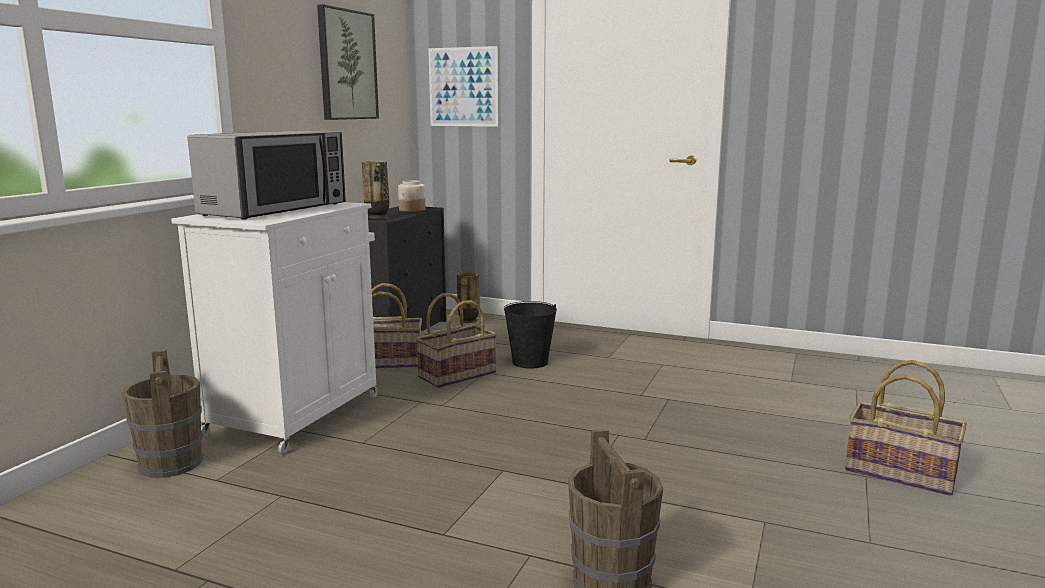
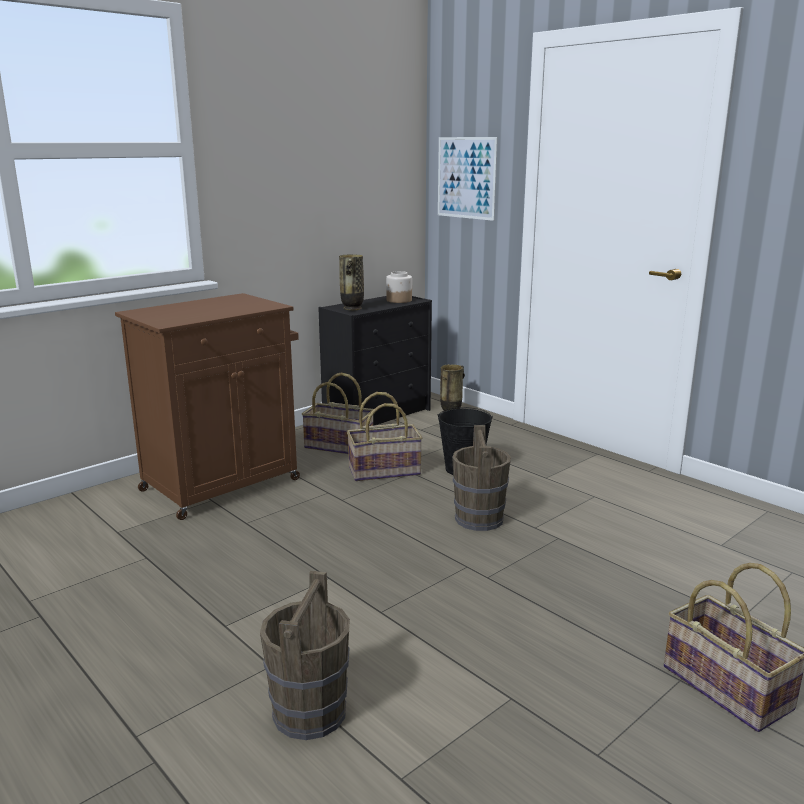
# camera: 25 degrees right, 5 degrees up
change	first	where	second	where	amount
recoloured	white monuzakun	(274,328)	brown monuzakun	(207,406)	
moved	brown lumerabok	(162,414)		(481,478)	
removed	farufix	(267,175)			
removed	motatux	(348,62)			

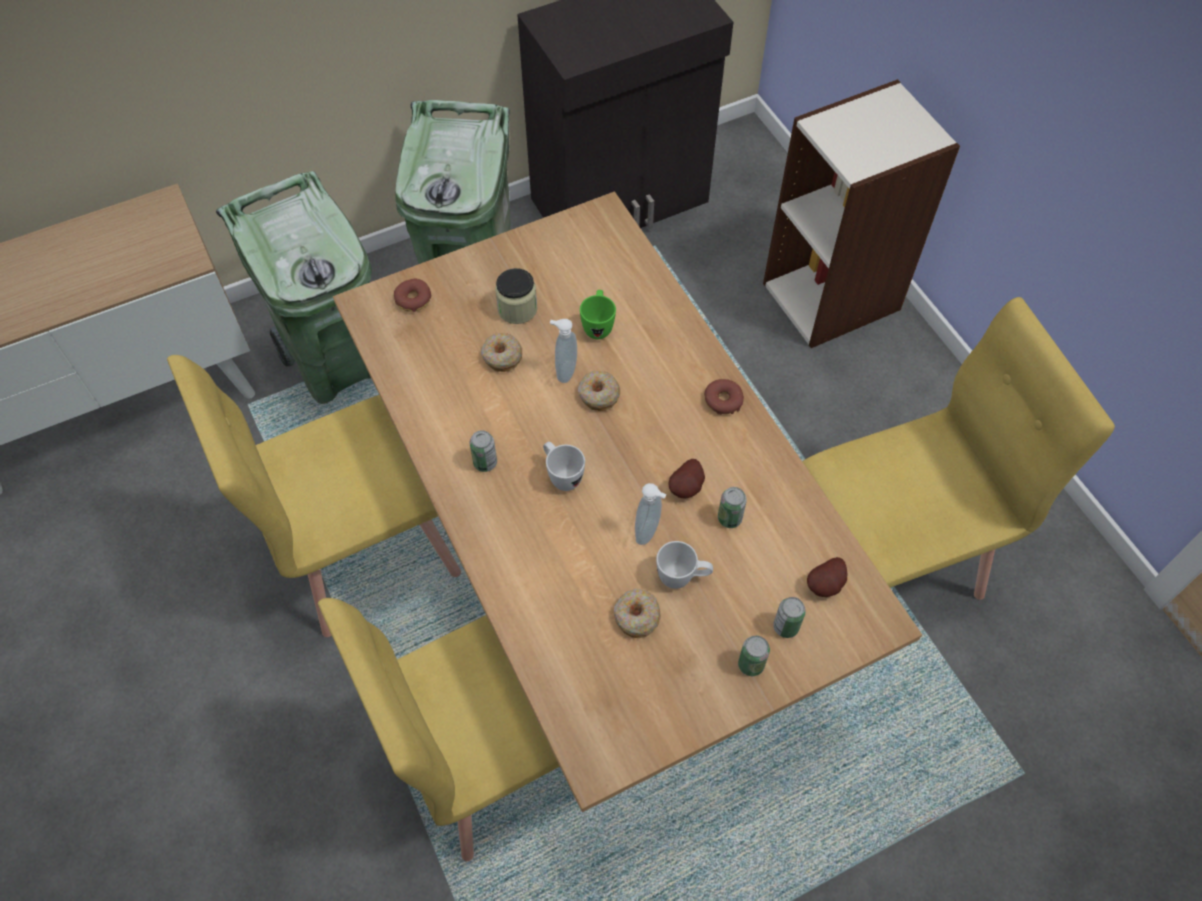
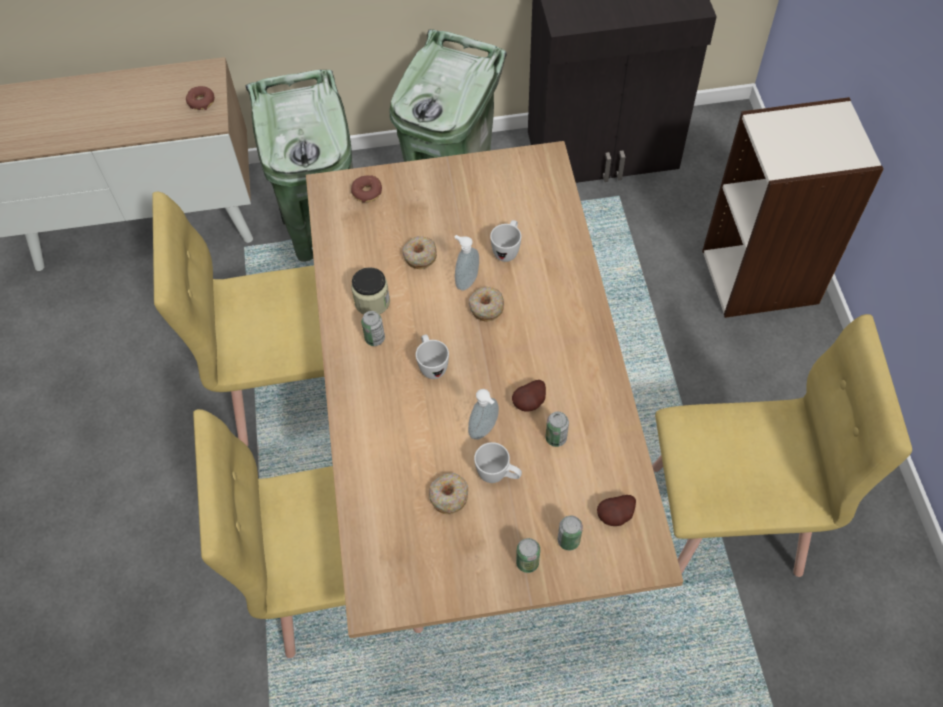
# camera: 20 degrees right, 0 degrees up
change	first	where	second	where	amount
moved	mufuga	(724,397)		(200,98)	
moved	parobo	(516,296)		(370,290)	
recoloured	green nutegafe	(598,314)	white nutegafe	(505,241)	

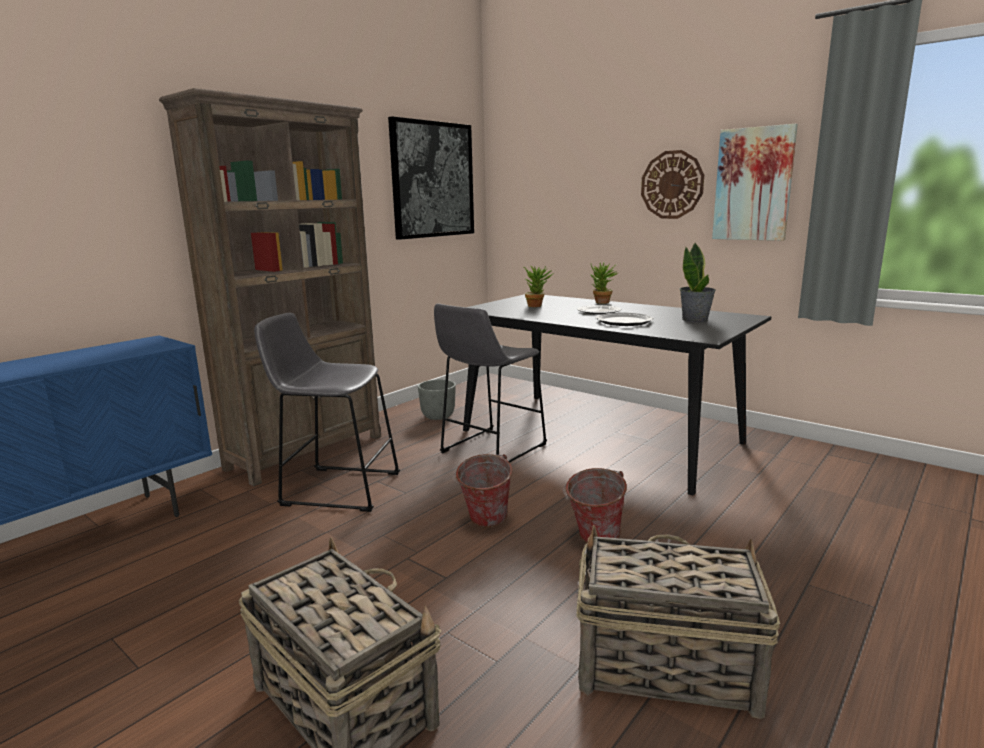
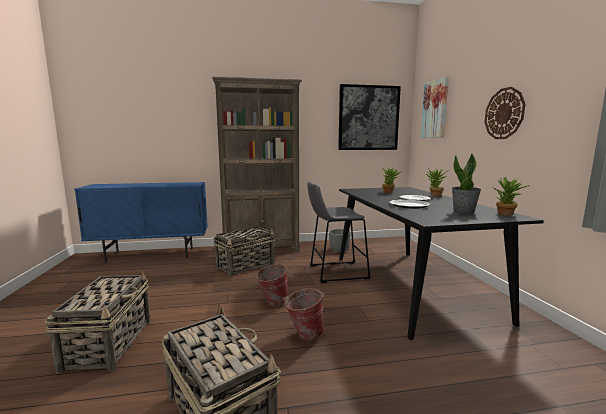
# camera: 40 degrees right, 5 degrees down
change	first	where	second	where	amount
replaced	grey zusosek	(327,412)	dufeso	(244,251)	
moved	motatux	(755,182)		(435,107)	
added			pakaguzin	(511,196)	

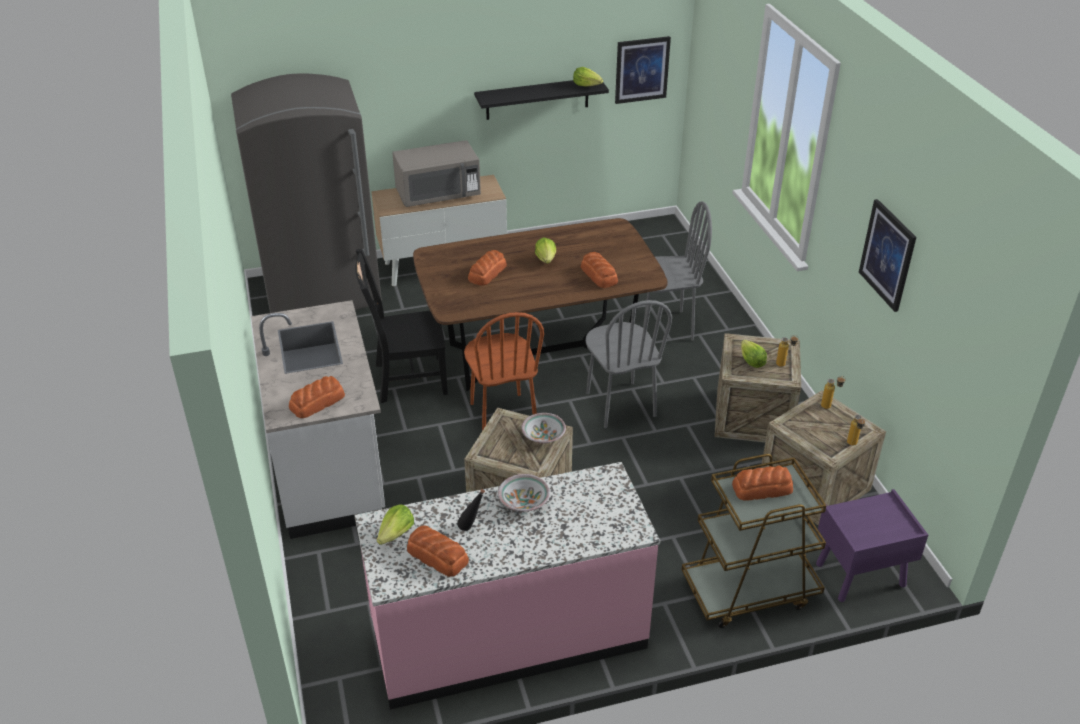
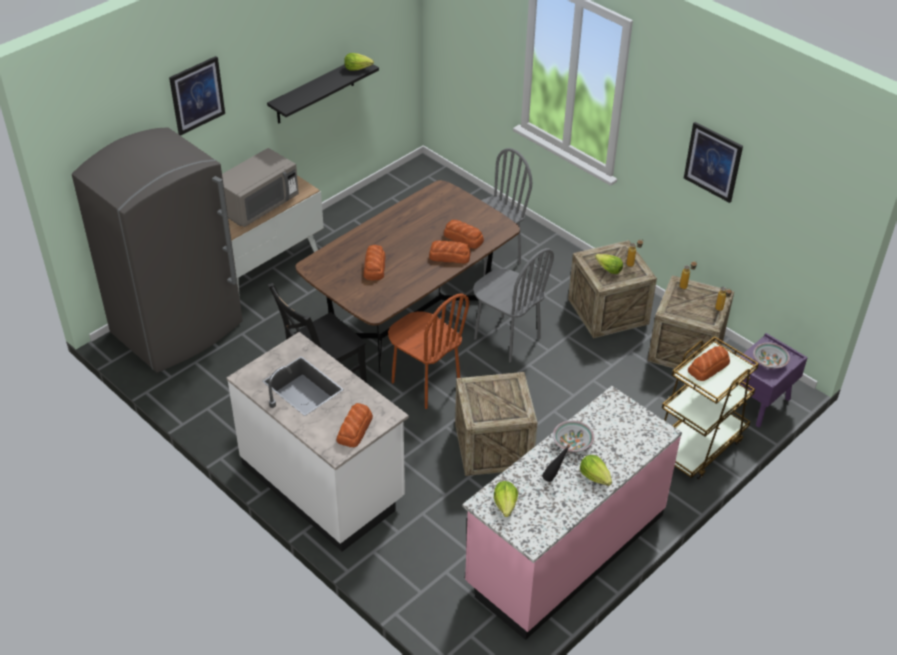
# camera: 30 degrees left, 5 degrees up
change	first	where	second	where	amount
moved	motatux	(643,70)		(197,96)	
moved	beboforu	(438,551)		(450,251)	
moved	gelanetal	(545,250)		(596,470)	
moved	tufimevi	(543,428)		(771,355)	

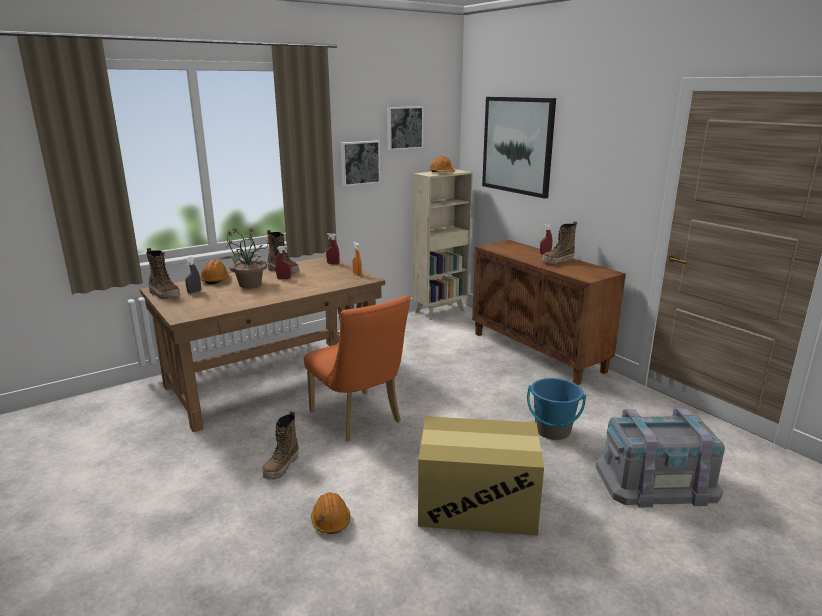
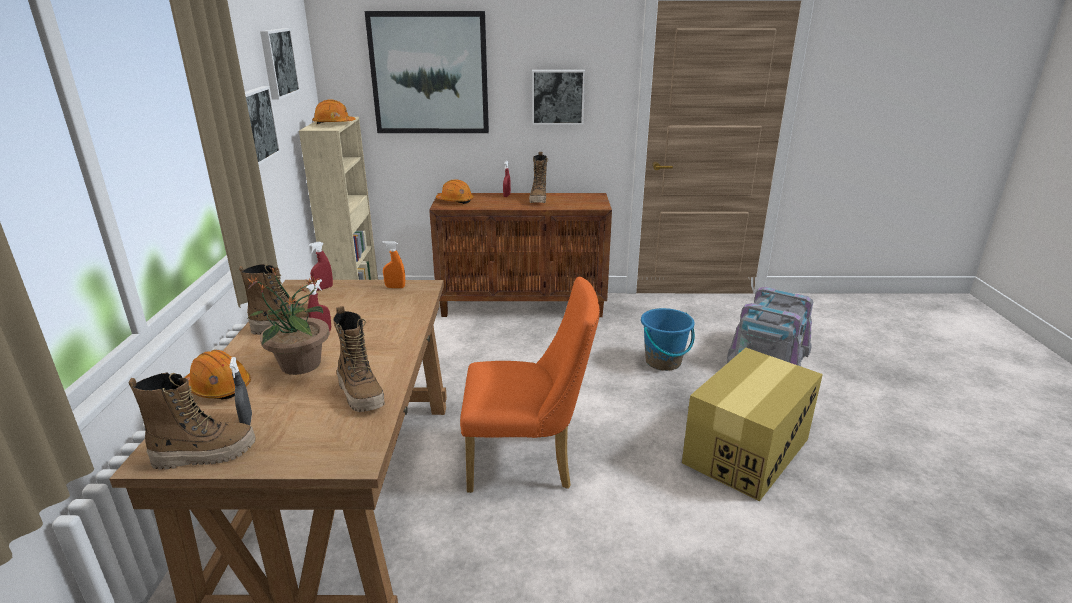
# camera: 55 degrees left, 5 degrees up
change	first	where	second	where	amount
moved	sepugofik	(280,445)		(359,359)	
moved	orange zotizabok	(330,513)		(455,192)	
added			motatux	(558,97)	

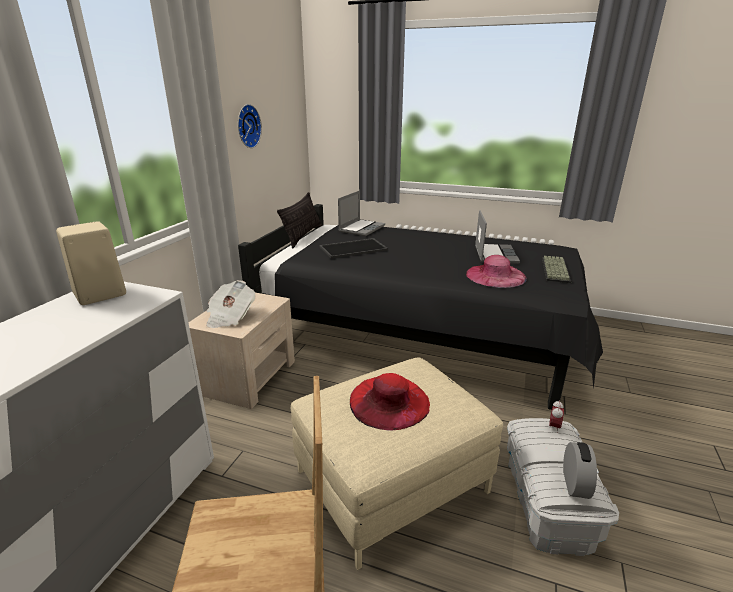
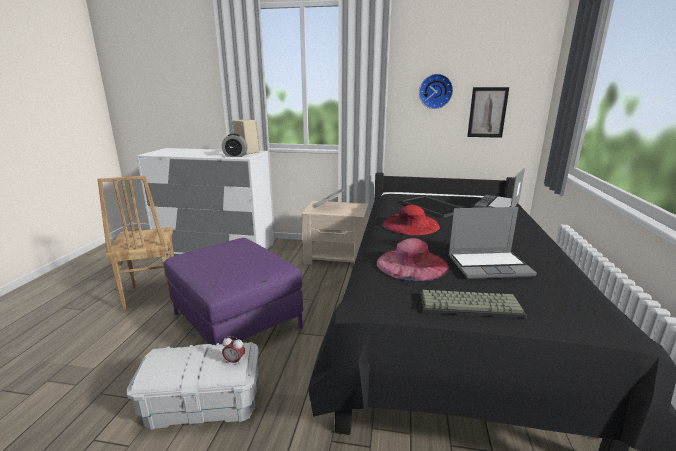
# camera: 80 degrees right, 5 degrees down
change	first	where	second	where	amount
recoloured	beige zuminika	(397,464)	purple zuminika	(233,291)	
moved	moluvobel	(580,470)		(234,145)	
moved	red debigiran	(390,402)		(411,220)	
added			motatux	(488,112)	
turned	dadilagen	(361,213)		(500,188)	105 degrees clockwise
removed	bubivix	(299,220)			

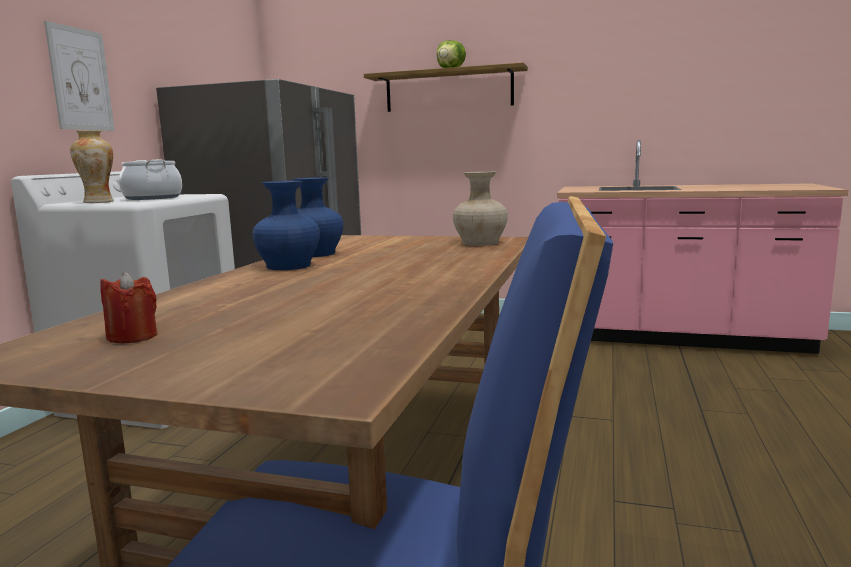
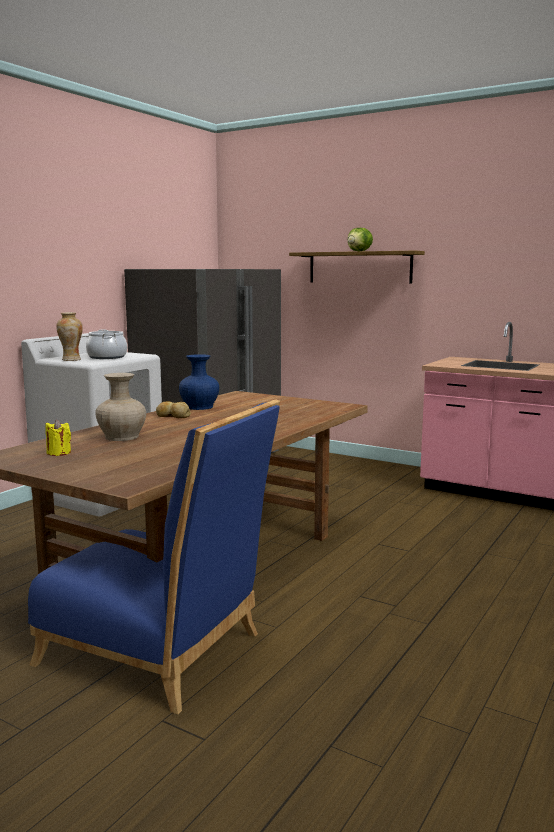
# camera: 15 degrees right, 0 degrees up
change	first	where	second	where	amount
recoloured	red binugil	(128,307)	yellow binugil	(58,438)	
moved	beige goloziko	(480,208)		(120,407)	
replaced	blue goloziko	(286,225)	beboforu	(173,409)	
removed	motatux	(79,76)			

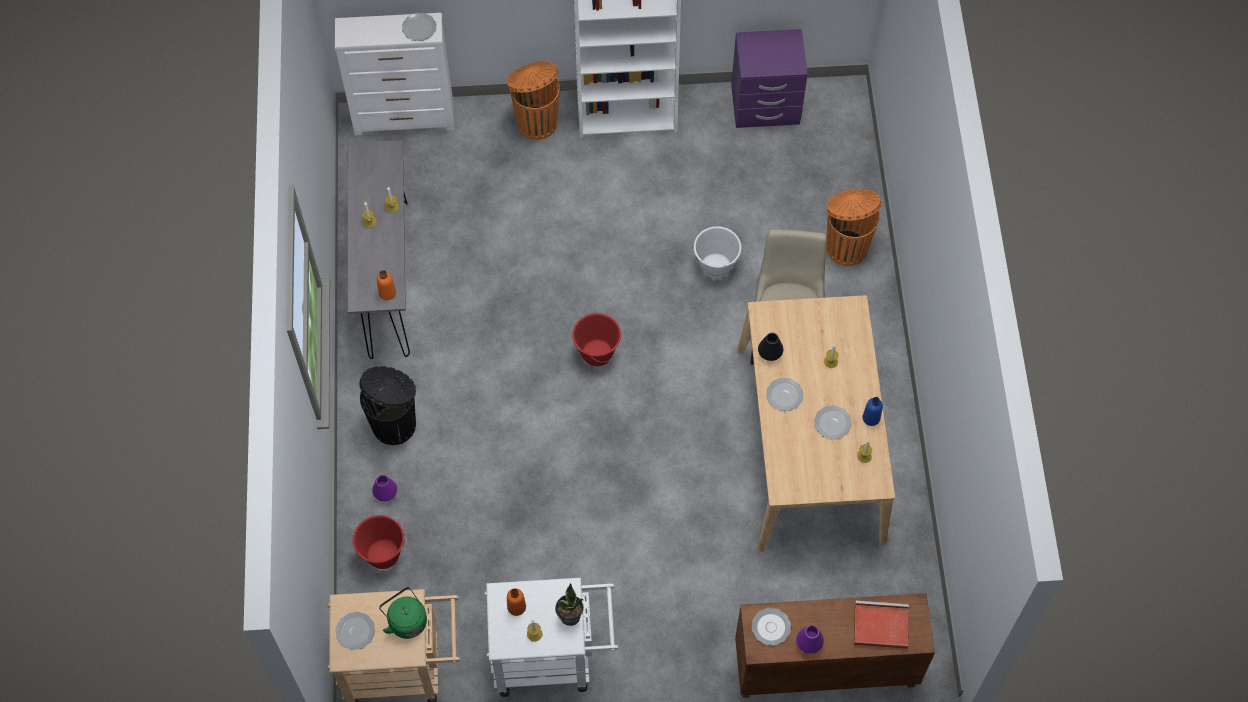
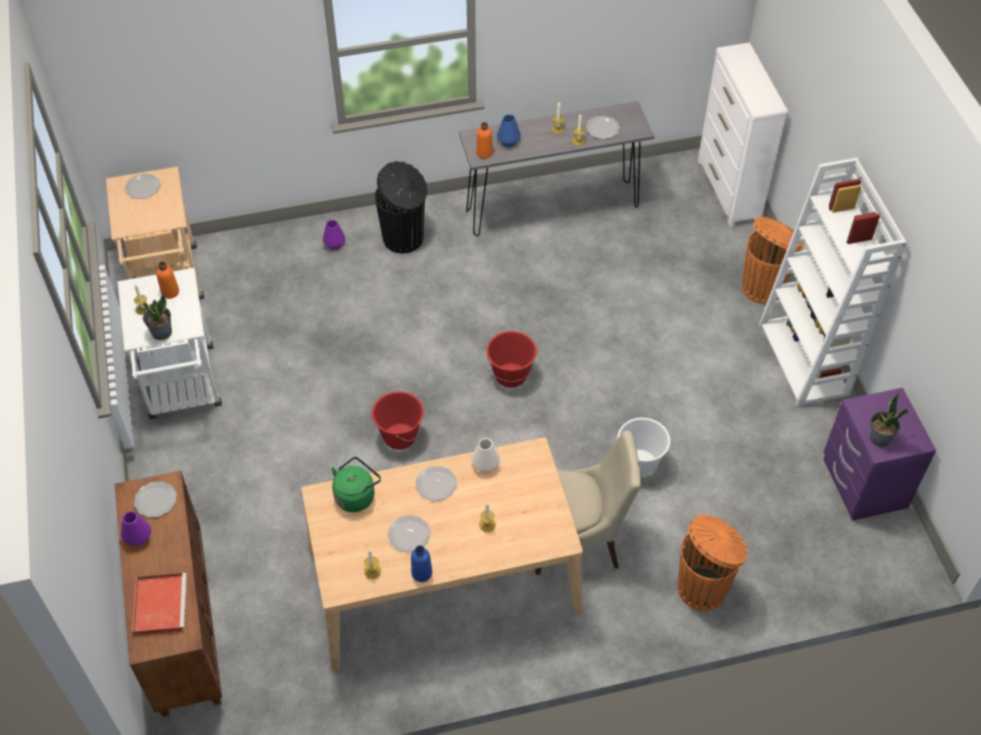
# camera: 80 degrees right, 10 degrees down
change	first	where	second	where	amount
moved	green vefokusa	(403,613)		(356,484)	
moved	red lumerabok	(380,542)		(398,420)	
recoloured	black goloziko	(770,347)	white goloziko	(485,455)	
added			blue goloziko	(509,130)	
moved	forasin	(419,27)		(603,127)	
added			pakaguzin	(889,419)	

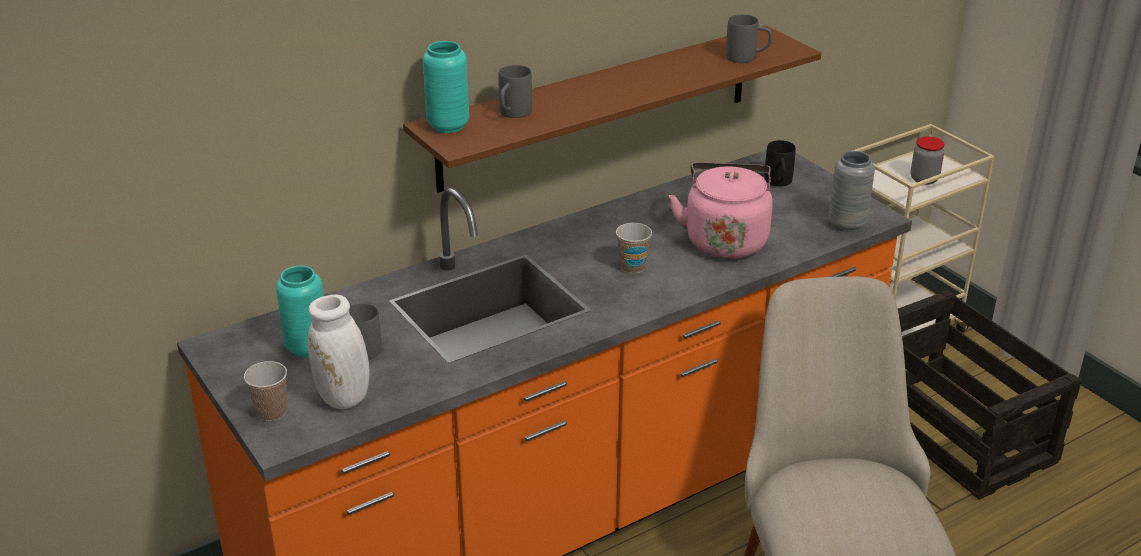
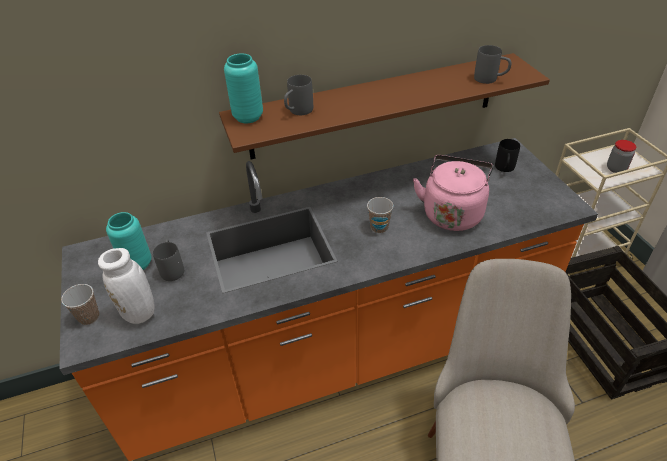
# camera: 15 degrees right, 10 degrees up
change	first	where	second	where	amount
removed	grey goloziko	(852,191)			

